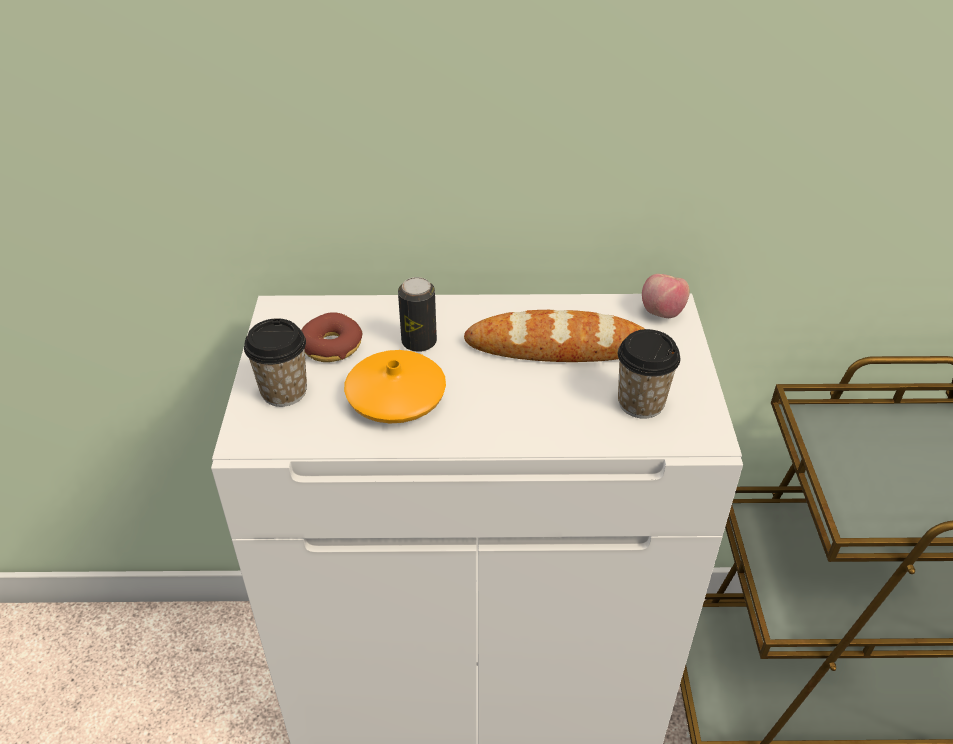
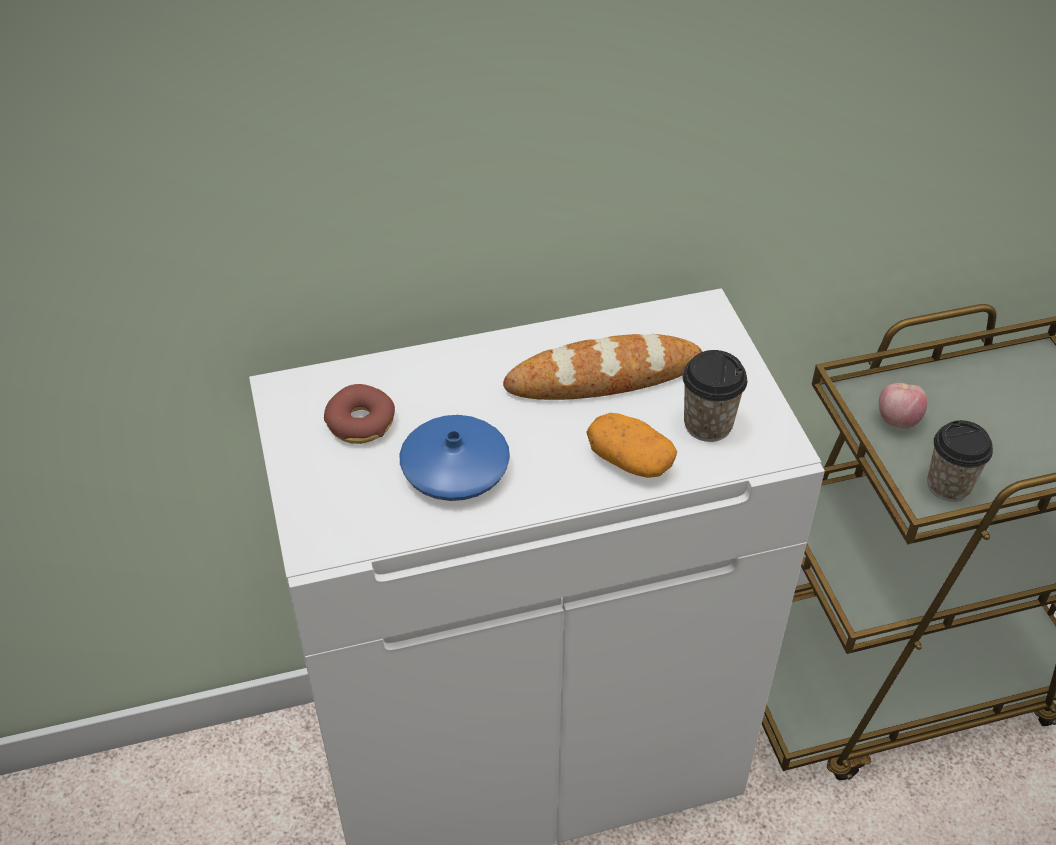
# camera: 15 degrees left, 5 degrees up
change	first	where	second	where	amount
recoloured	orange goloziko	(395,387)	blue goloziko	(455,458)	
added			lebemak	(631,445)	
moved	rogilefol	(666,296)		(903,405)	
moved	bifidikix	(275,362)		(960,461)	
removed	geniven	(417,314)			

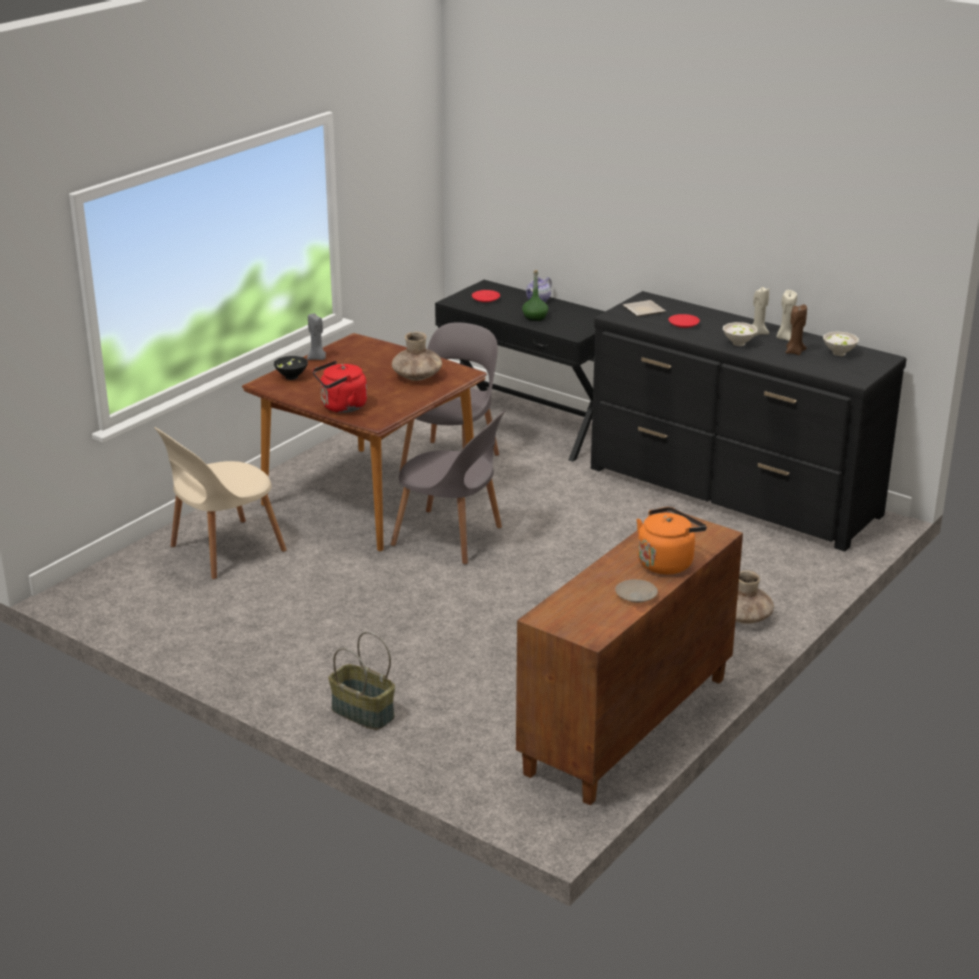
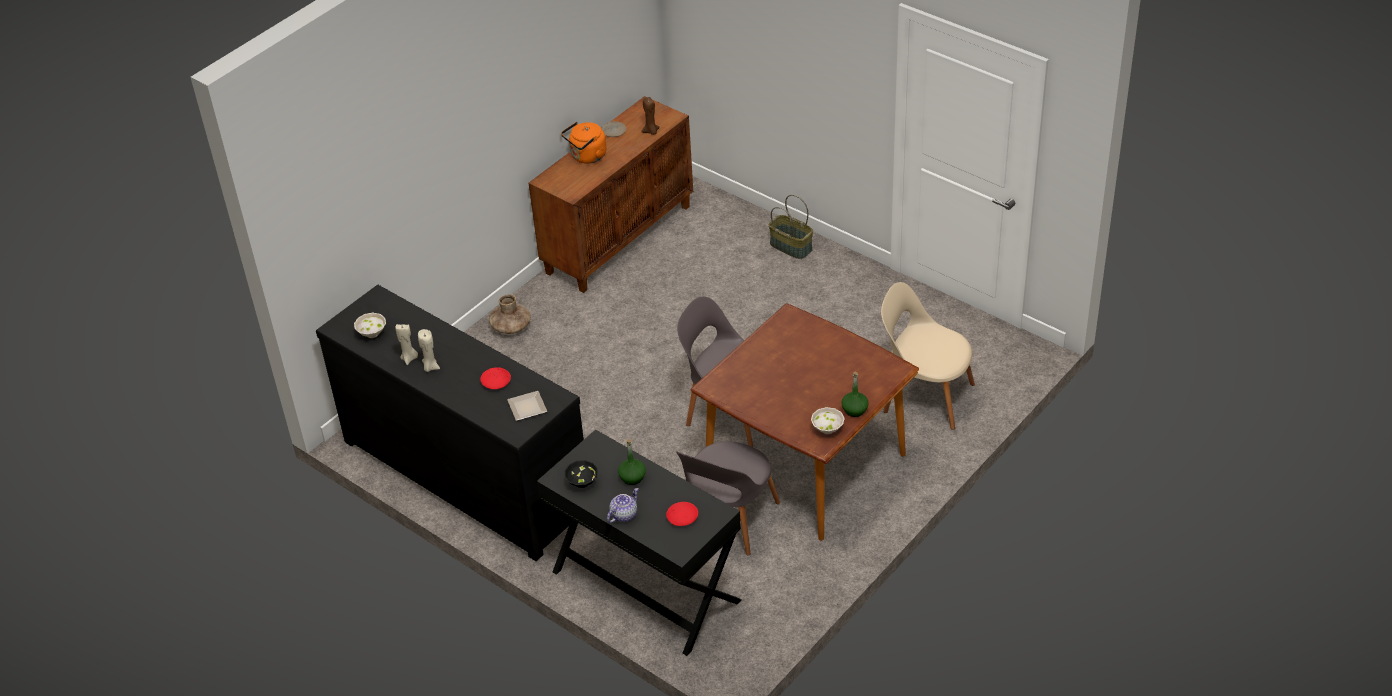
# camera: 175 degrees left, 15 degrees up
change	first	where	second	where	amount
moved	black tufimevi	(291,368)		(581,474)	
moved	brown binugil	(796,329)		(650,116)	
moved	white tufimevi	(740,334)		(828,420)	
replaced	grey binugil	(316,337)	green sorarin	(855,394)	
turned	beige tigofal	(220,503)		(928,356)	120 degrees counterclockwise
removed	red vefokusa	(339,386)			
removed	brown goloziko	(417,356)			

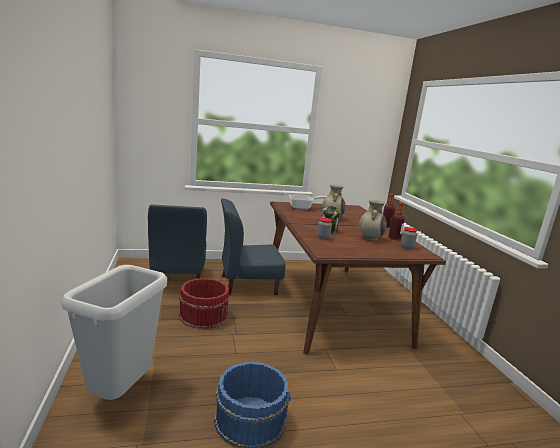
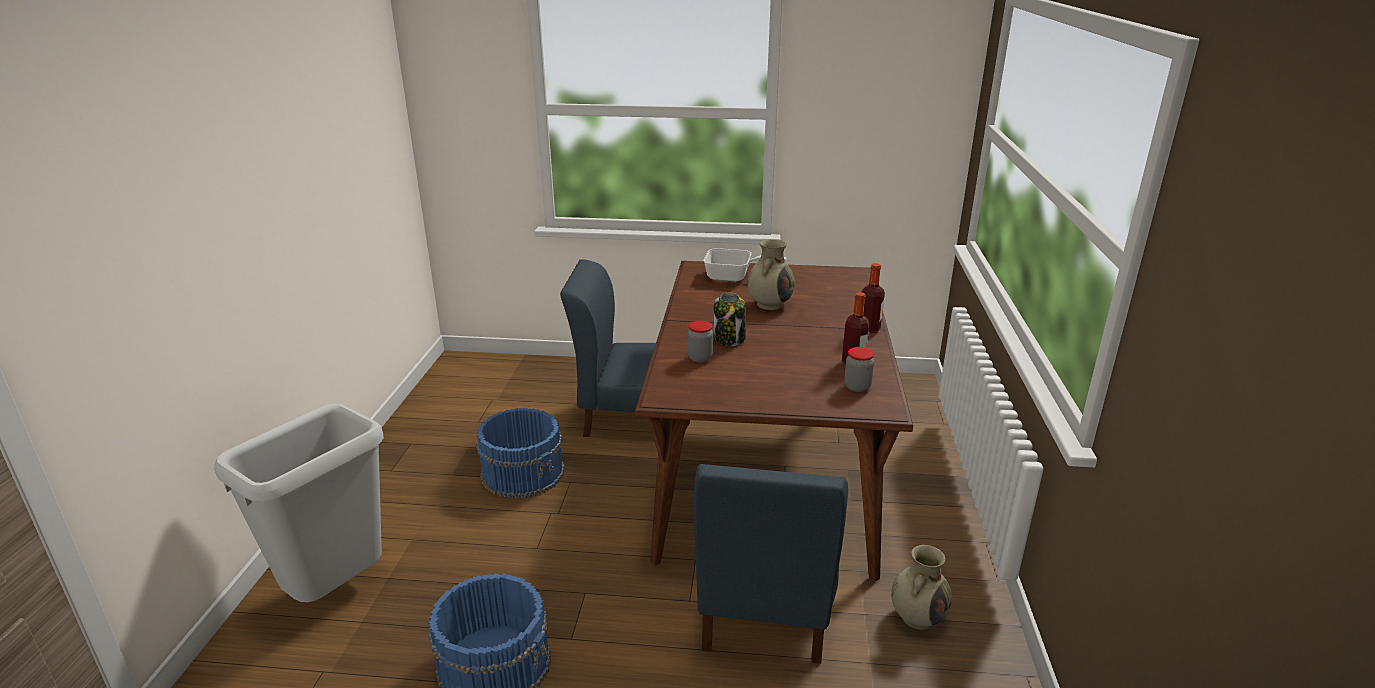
# camera: 20 degrees right, 10 degrees up
change	first	where	second	where	amount
recoloured	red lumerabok	(204,303)	blue lumerabok	(520,453)	
moved	blue tigofal	(177,241)		(771,564)	
moved	beige goloziko	(373,220)		(921,587)	

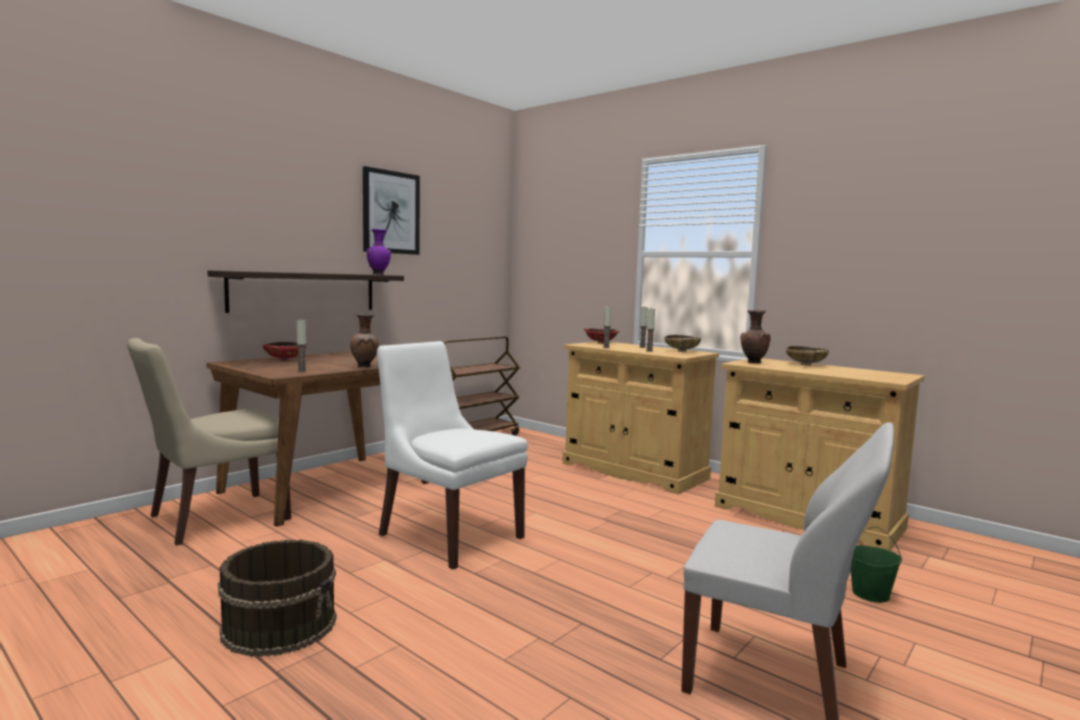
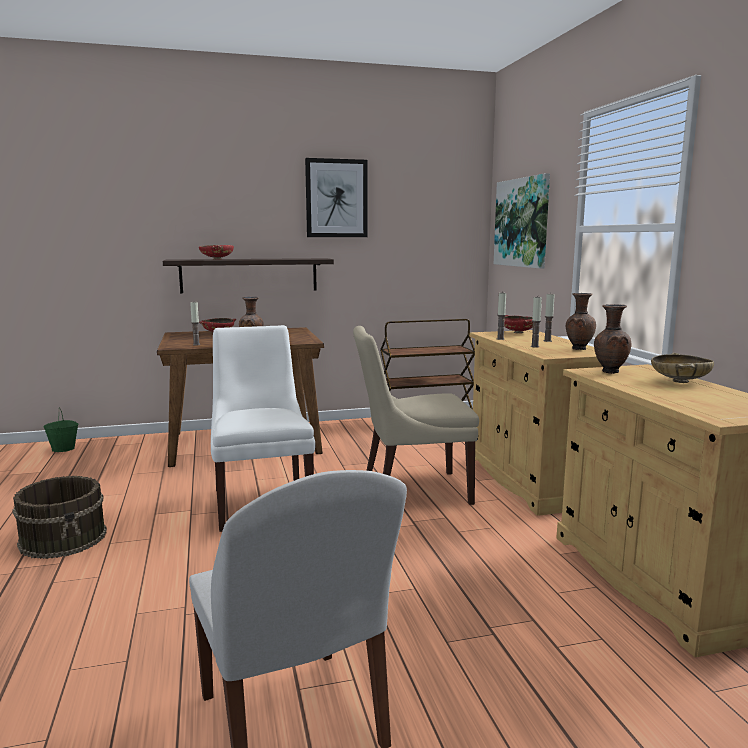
# camera: 35 degrees right, 5 degrees up
change	first	where	second	where	amount
moved	green lumerabok	(876,565)		(61,429)	
added			red tufimevi	(216,252)	
moved	beige tigofal	(209,442)		(416,415)	
added			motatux	(522,221)	
replaced	beige tufimevi	(682,343)	brown goloziko	(581,321)	
removed	purple goloziko	(378,252)			

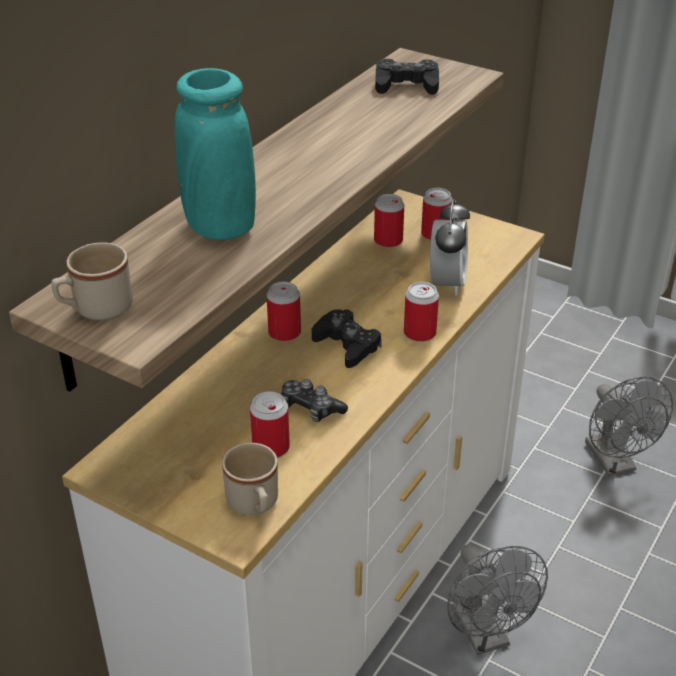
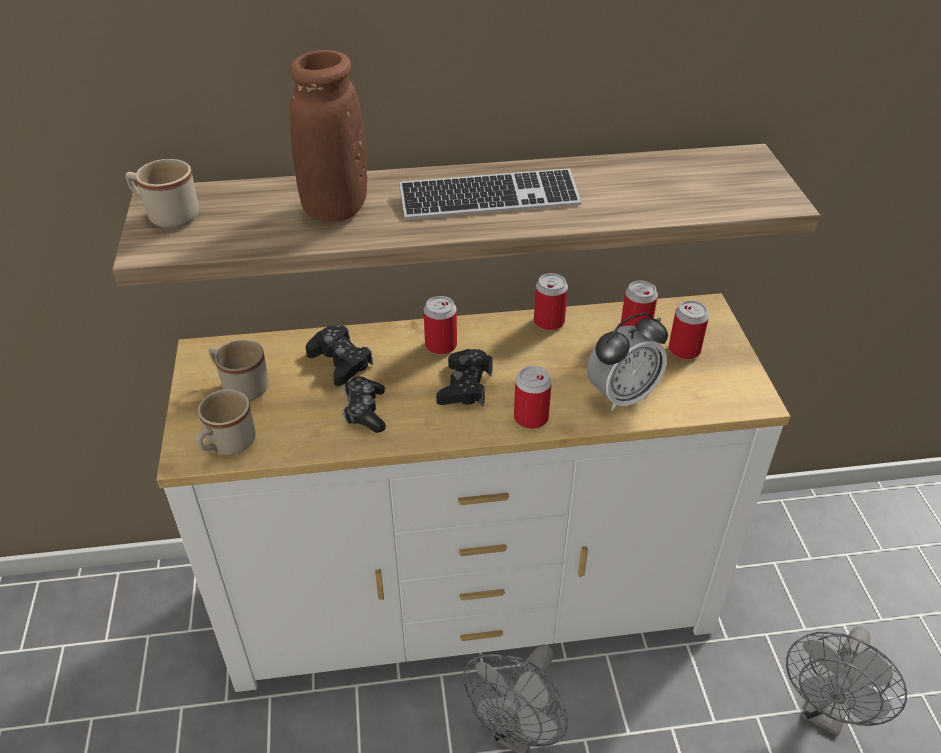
# camera: 50 degrees right, 5 degrees up
change	first	where	second	where	amount
added			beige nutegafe	(239,370)	
recoloured	turquoise goloziko	(215,154)	brown goloziko	(328,135)	
moved	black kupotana	(407,77)		(339,356)	
added			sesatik	(490,194)	
moved	geniven	(270,424)		(551,302)	

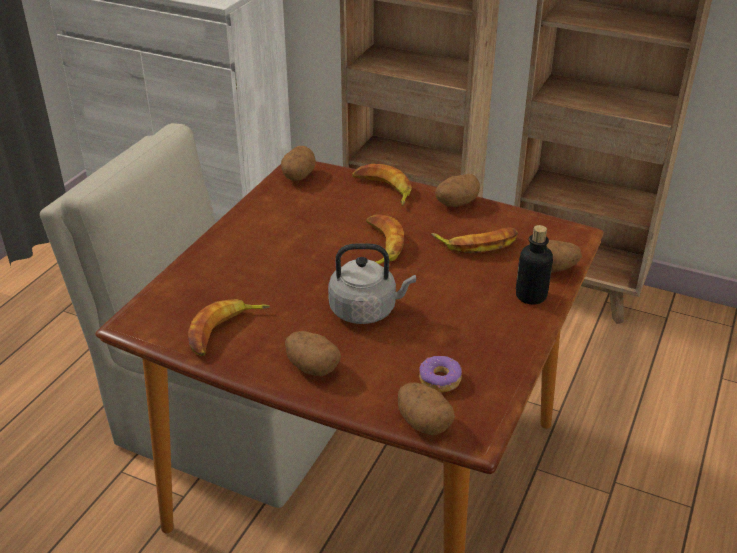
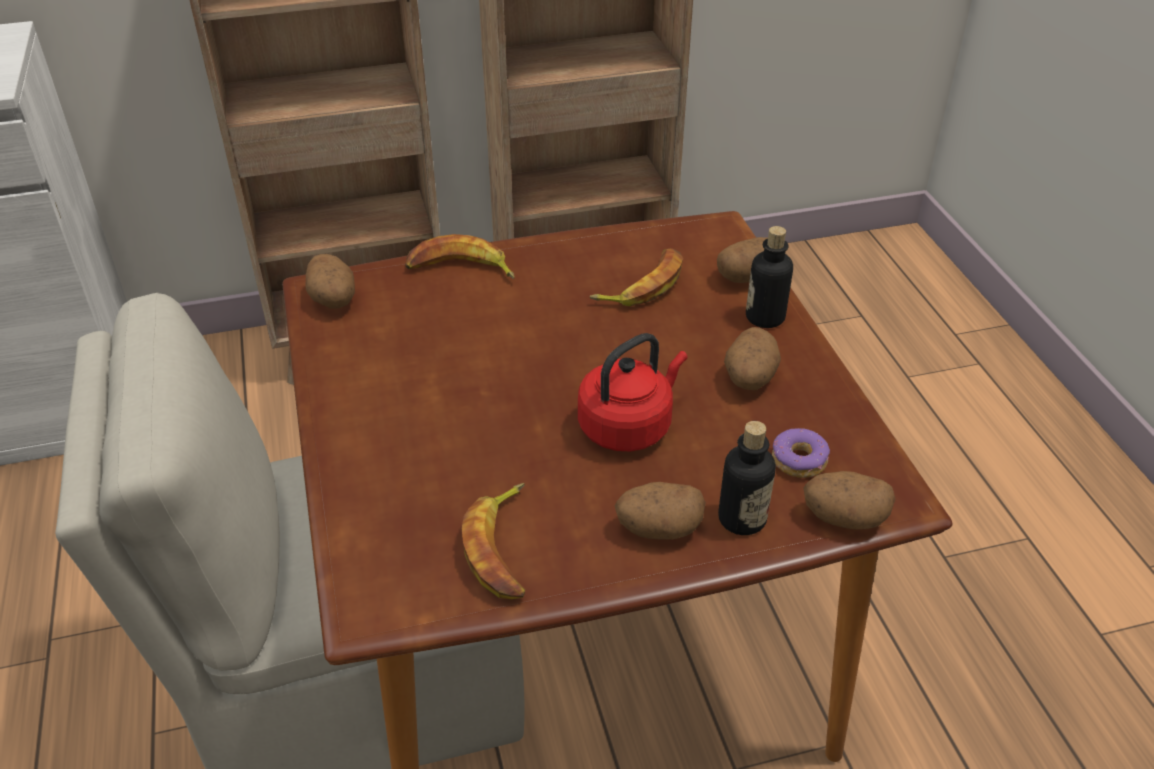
# camera: 40 degrees left, 5 degrees up
change	first	where	second	where	amount
recoloured	grey vefokusa	(372,283)	red vefokusa	(633,392)	
added			sorarin	(747,478)	
moved	lebemak	(457,190)		(752,358)	
removed	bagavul	(385,239)			

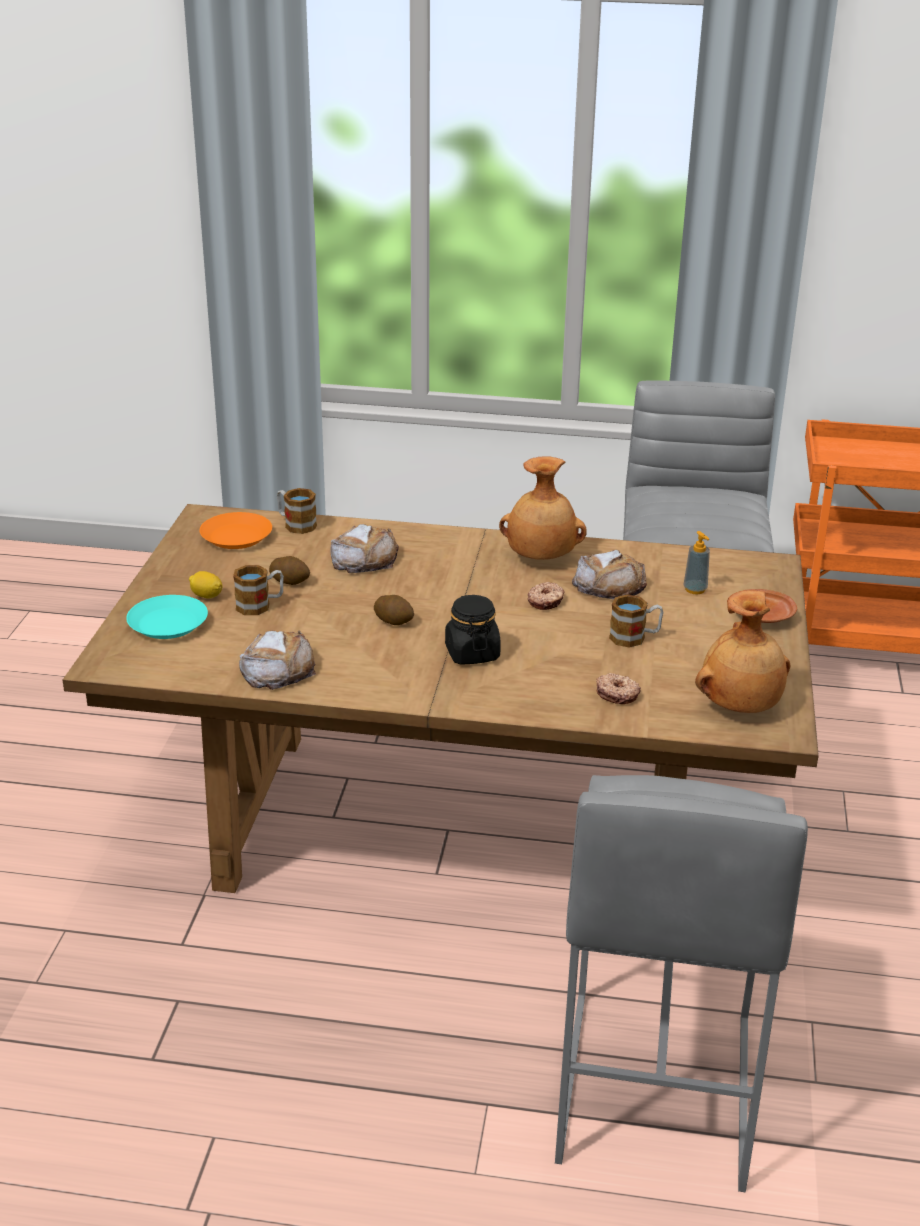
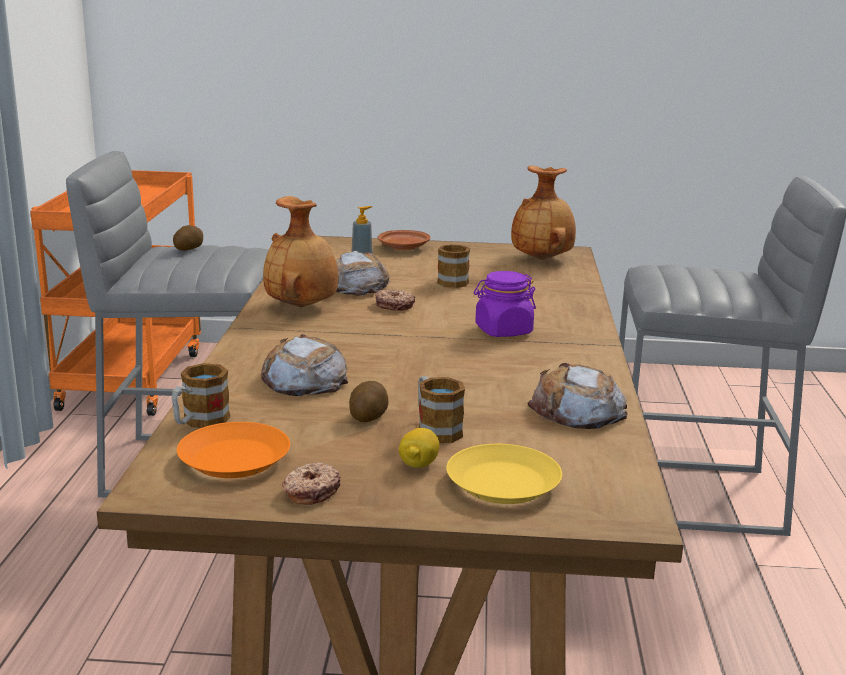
# camera: 95 degrees left, 10 degrees down
change	first	where	second	where	amount
moved	lebemak	(394,610)		(188,238)	
moved	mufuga	(618,688)		(311,484)	
recoloured	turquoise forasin	(167,617)	yellow forasin	(504,474)	
recoloured	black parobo	(473,630)	purple parobo	(505,304)	

